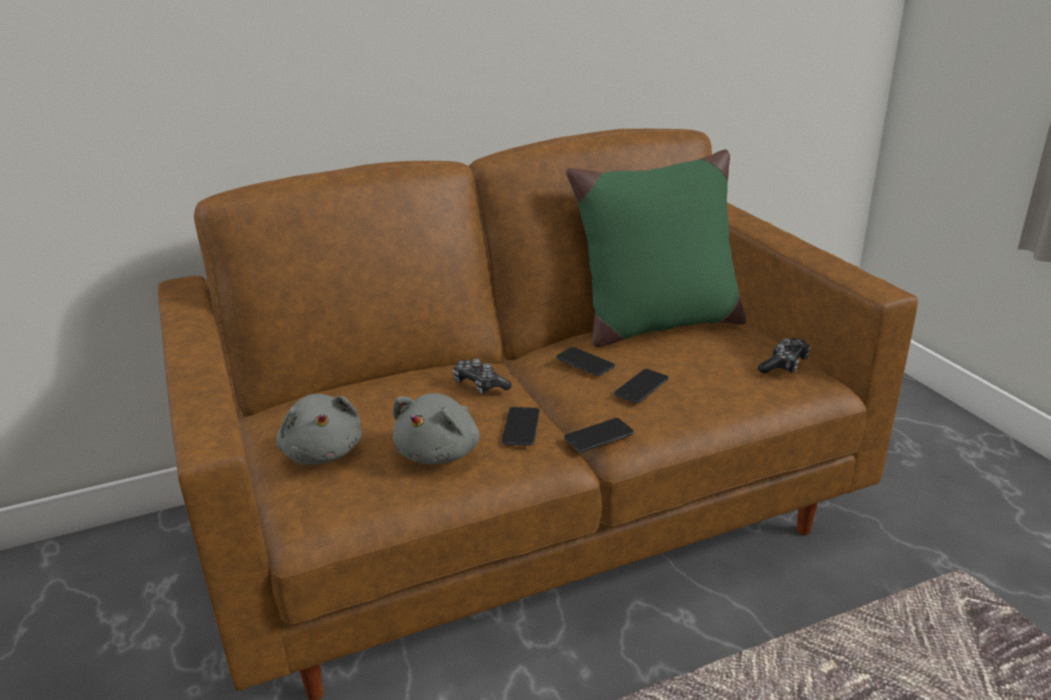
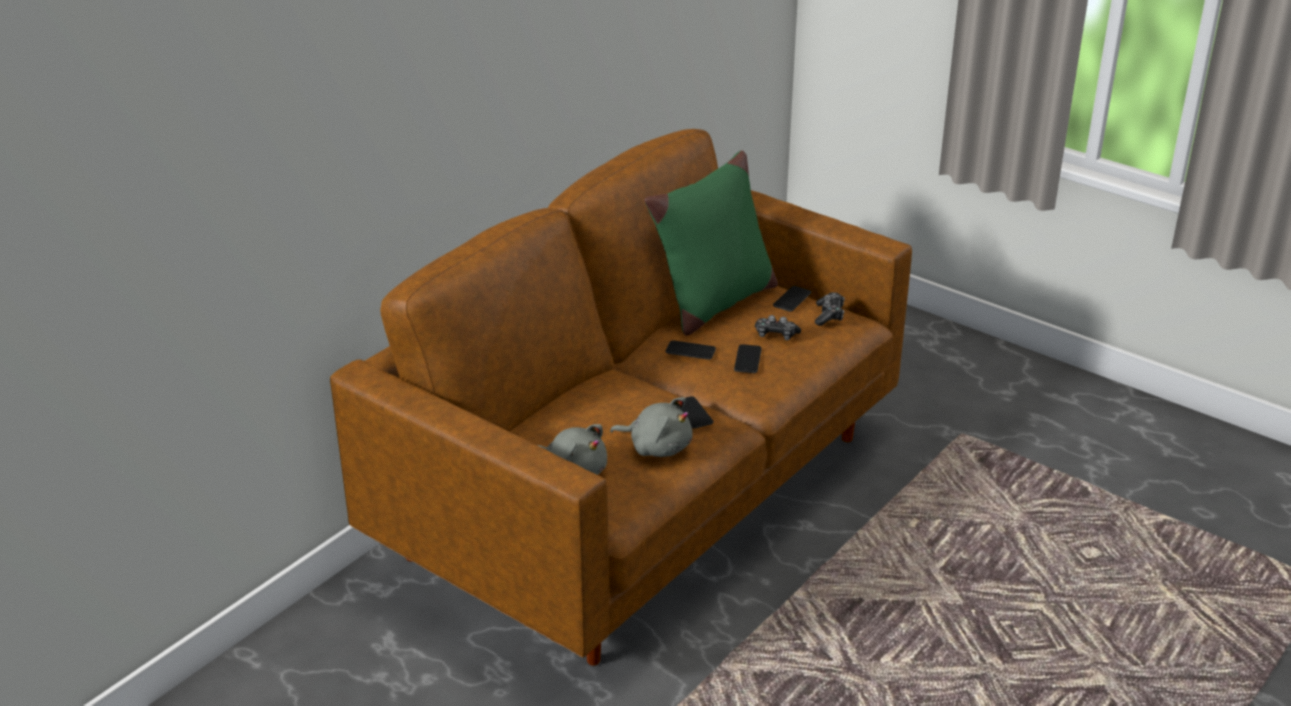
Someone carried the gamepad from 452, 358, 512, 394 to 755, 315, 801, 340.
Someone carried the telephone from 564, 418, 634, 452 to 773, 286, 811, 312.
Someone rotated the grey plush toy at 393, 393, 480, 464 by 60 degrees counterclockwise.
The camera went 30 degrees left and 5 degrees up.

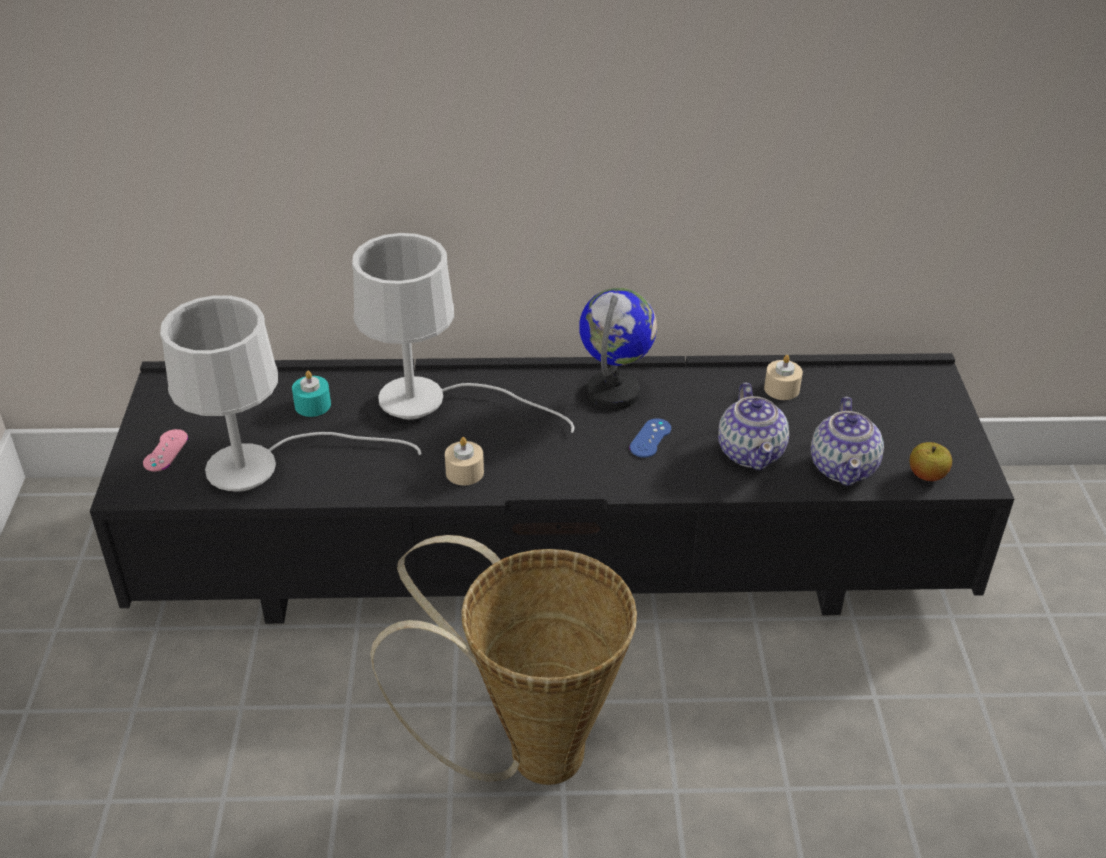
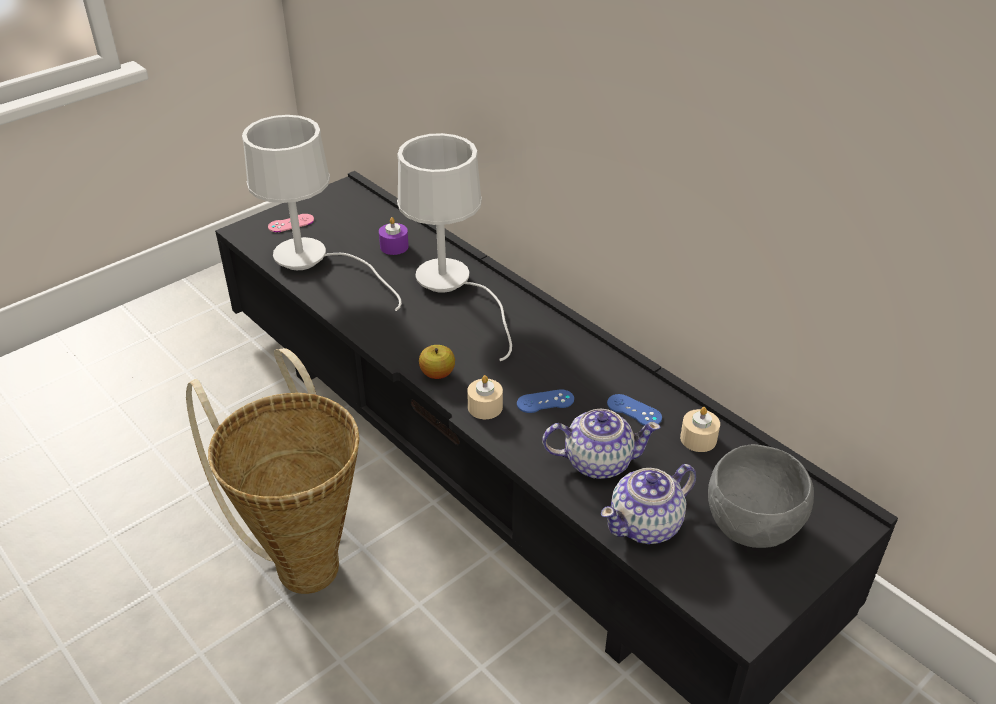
Someone took away the world globe at 579, 288, 657, 409.
Someone put down the blue-coloured gamepad at 607, 394, 662, 426.
Someone put down the grey deep dish at 708, 444, 814, 548.
Someone carried the beige-coloured wax candle from 445, 437, 484, 485 to 467, 375, 503, 419.
Someone carried the apple from 909, 442, 952, 481 to 419, 345, 455, 379.
Someone repainted the turquoise wax candle at 292, 371, 331, 417, which became the purple wax candle at 379, 217, 409, 255.
Someone rotated the teapot at 718, 383, 789, 470 by 135 degrees counterclockwise.
The camera went 50 degrees right and 0 degrees up.

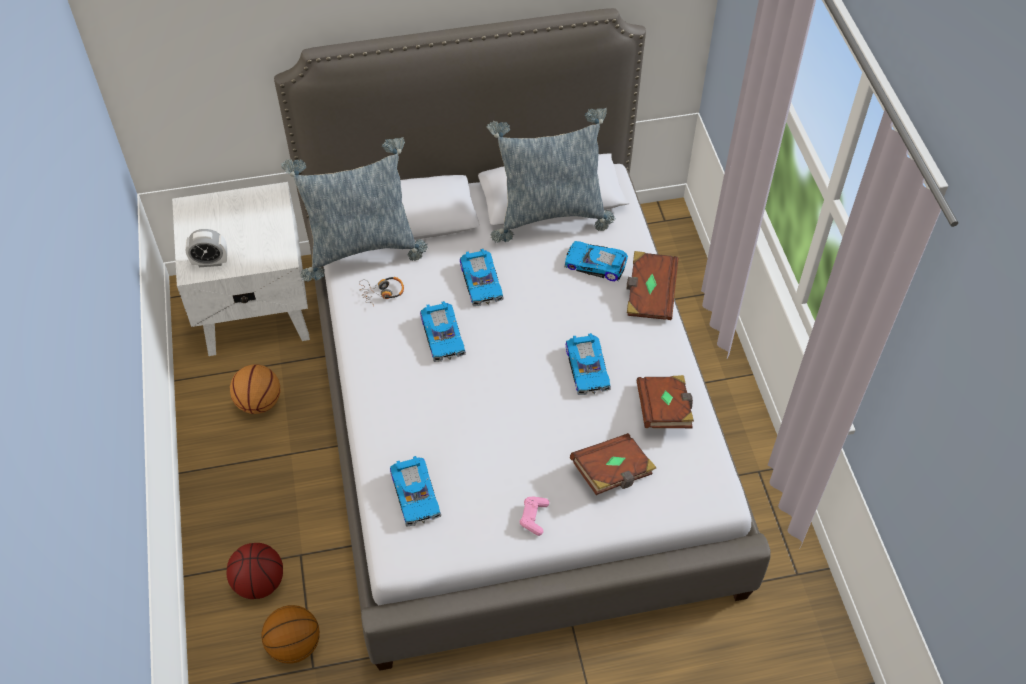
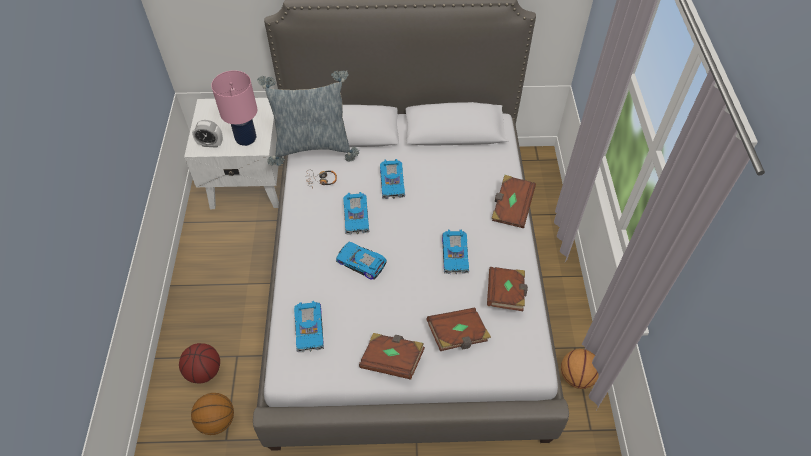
Someone took away the pillow at 487, 108, 615, 243.
Someone put down the pink tabletop lamp at 211, 70, 257, 146.
Someone carried the basketball ball from 230, 365, 280, 414 to 561, 349, 599, 389.
Someone carried the model car from 564, 241, 628, 281 to 336, 242, 387, 280.
Someone swapped the pink gamepad at 520, 497, 549, 536 for the brown bound book at 359, 333, 425, 380.
The camera went 10 degrees right and 0 degrees up.

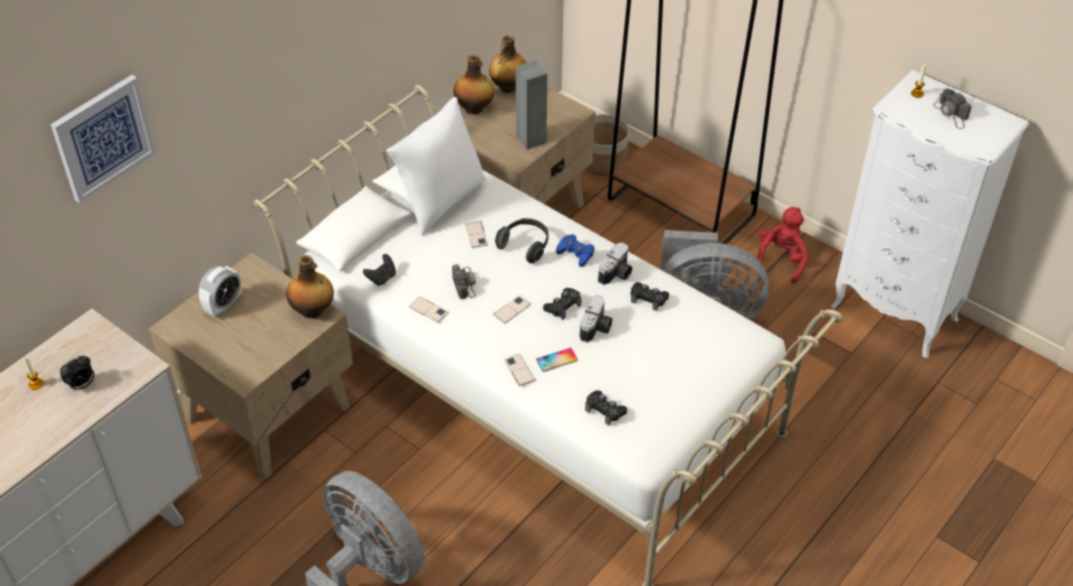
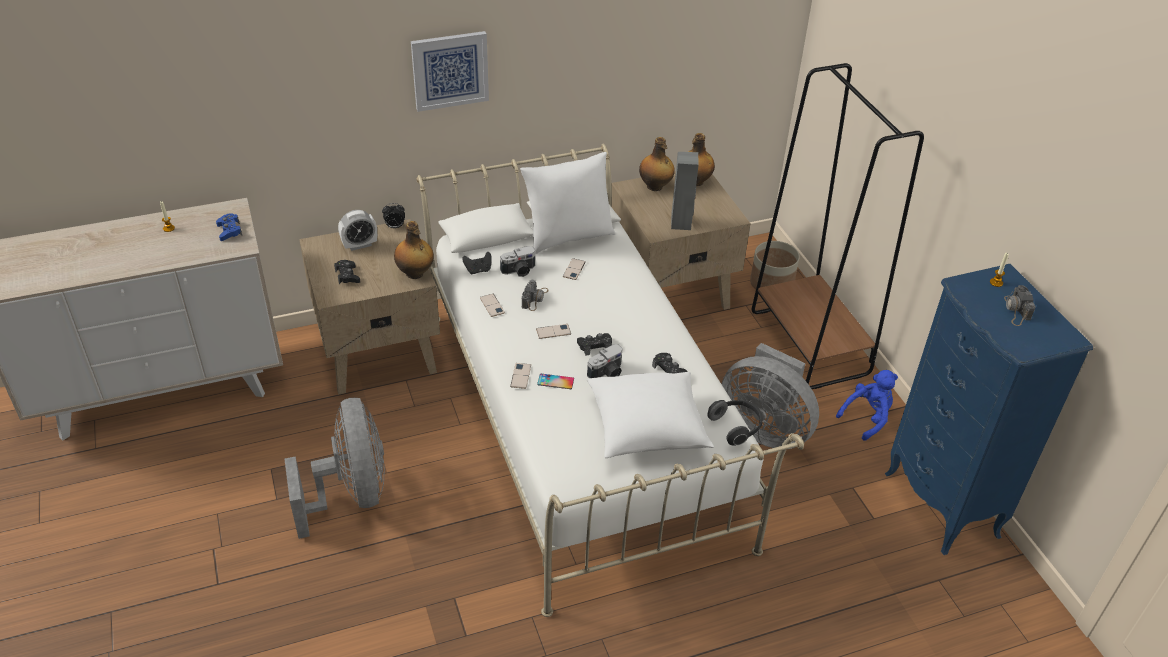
Someone put down the white-coloured pillow at 587, 372, 714, 458.
Someone carried the wall picture from 50, 75, 156, 203 to 411, 31, 489, 112.
Someone carried the alarm clock from 60, 356, 94, 391 to 382, 203, 405, 228.
Someone carried the pair of headphones from 495, 218, 548, 263 to 707, 400, 763, 446.
Someone carried the blue-coloured gamepad from 556, 234, 594, 267 to 216, 213, 242, 241.
Someone carried the blackish gamepad from 585, 390, 627, 425 to 334, 260, 360, 284.
Someone carried the still camera from 598, 242, 632, 285 to 500, 246, 535, 277.
Someone repainted the reddish plush toy at 755, 207, 808, 284, which became the blue-coloured plush toy at 836, 370, 898, 441.
Someone repainted the white-coloured drawer chest at 831, 70, 1029, 358, which became the blue-coloured drawer chest at 885, 264, 1093, 555.
The camera went 30 degrees right and 5 degrees down.

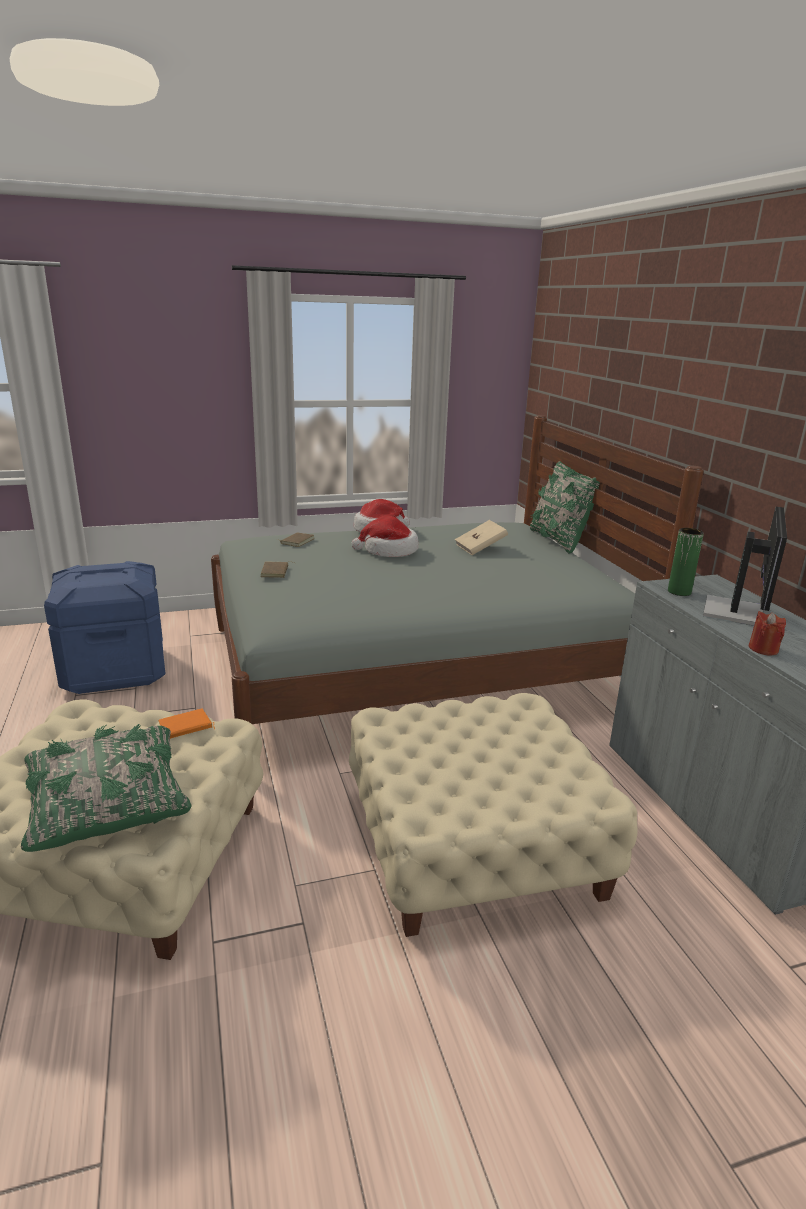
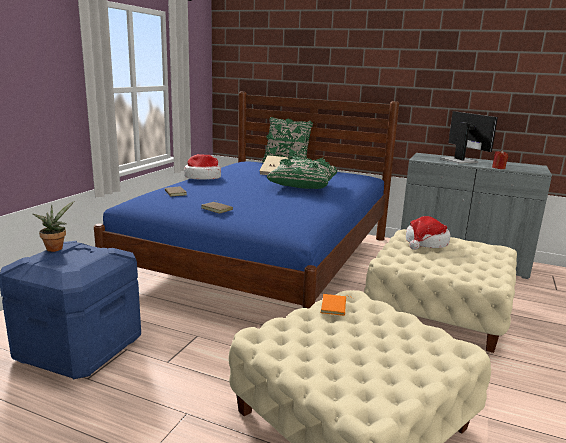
Someone took away the greenish flower vase at 668, 528, 704, 596.
Someone put down the houseplant at 33, 201, 74, 252.
Someone carried the greenish pillow from 21, 724, 192, 852 to 267, 155, 337, 189.
Someone carried the clothing hat from 351, 516, 419, 557 to 406, 216, 450, 250.
Someone repainted the grey bed at 211, 415, 704, 724, which became the blue-coloured bed at 94, 92, 399, 309.
The camera went 50 degrees left and 5 degrees down.

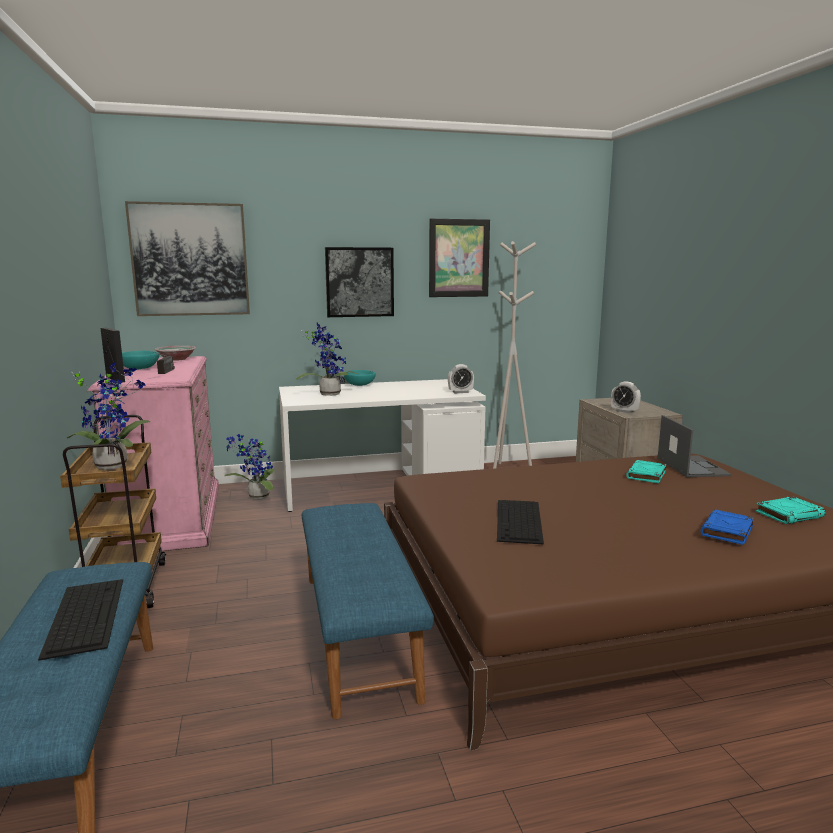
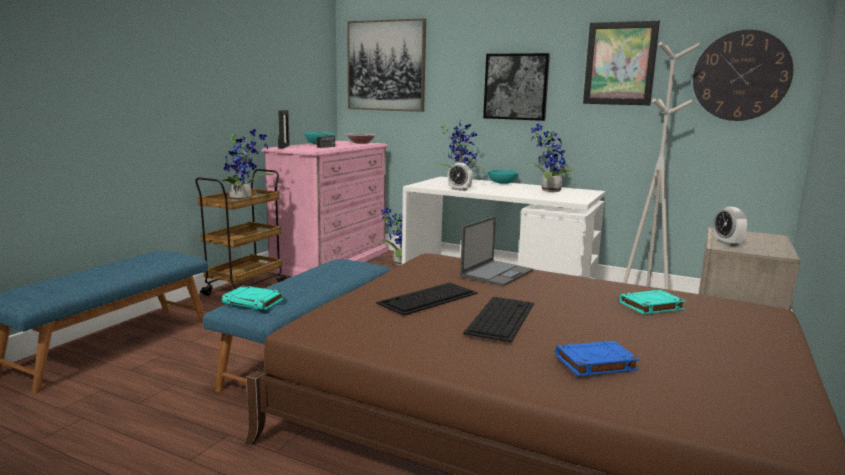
Someone put down the houseplant at 529, 123, 574, 192.
Someone put up the wall clock at 693, 30, 793, 121.
Someone carried the keyboard from 38, 579, 123, 661 to 463, 297, 534, 342.
Someone carried the alarm clock from 448, 364, 474, 393 to 448, 163, 473, 191.
Someone carried the laptop from 658, 415, 731, 477 to 460, 216, 533, 286.
Someone carried the turquoise bound book from 756, 496, 826, 524 to 221, 286, 284, 310.
The camera went 40 degrees right and 0 degrees up.

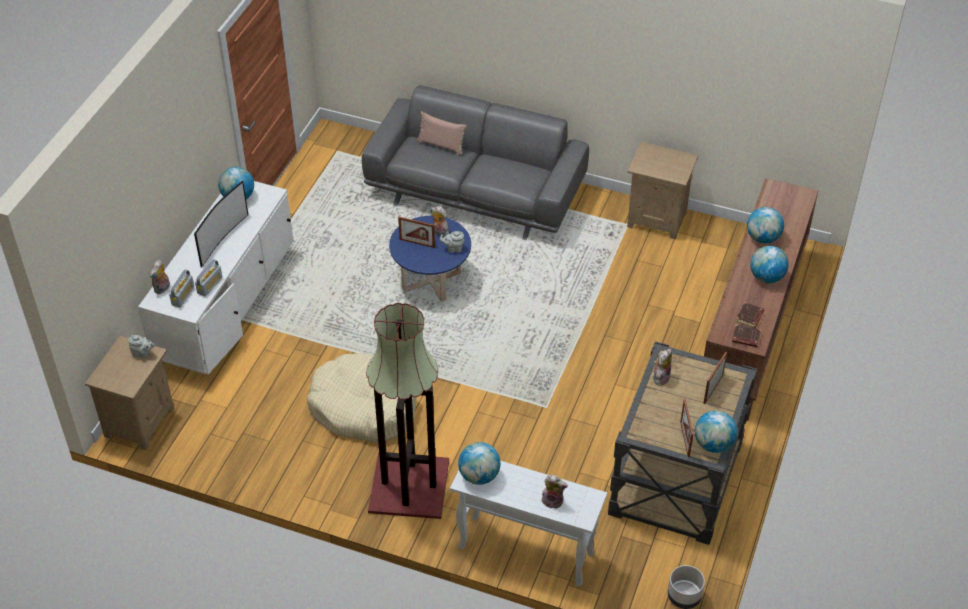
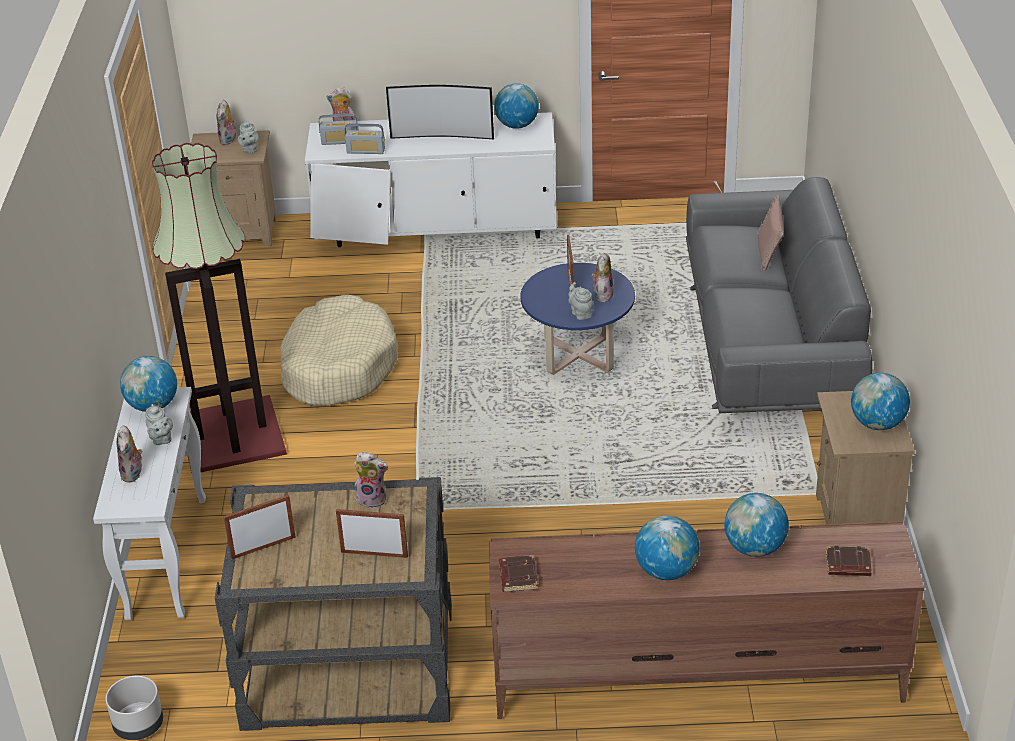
Someone put down the grey teapot at 145, 404, 173, 445.
Someone put down the plush toy at 216, 99, 236, 145.
Someone carried the world globe from 695, 410, 737, 453 to 851, 373, 910, 430.
Someone carried the brown bound book from 736, 302, 764, 328 to 826, 546, 872, 576.
The camera went 70 degrees right and 10 degrees down.

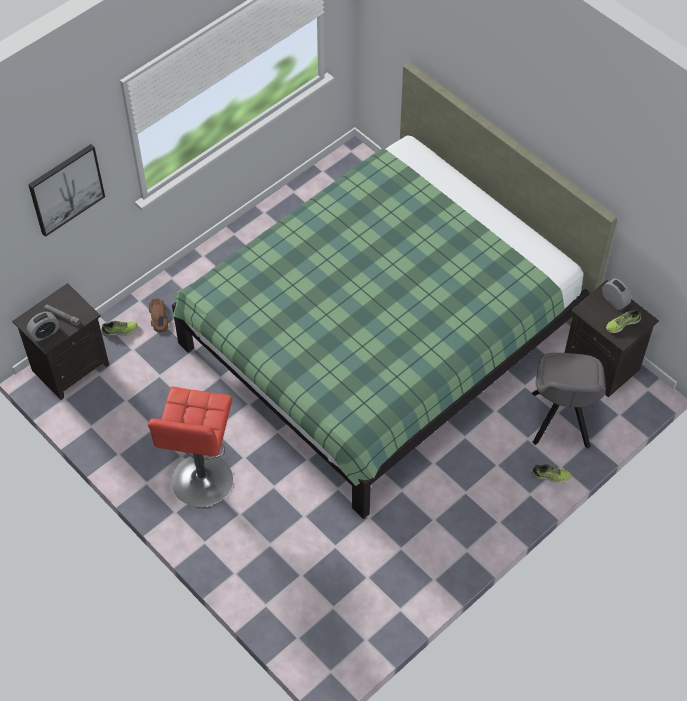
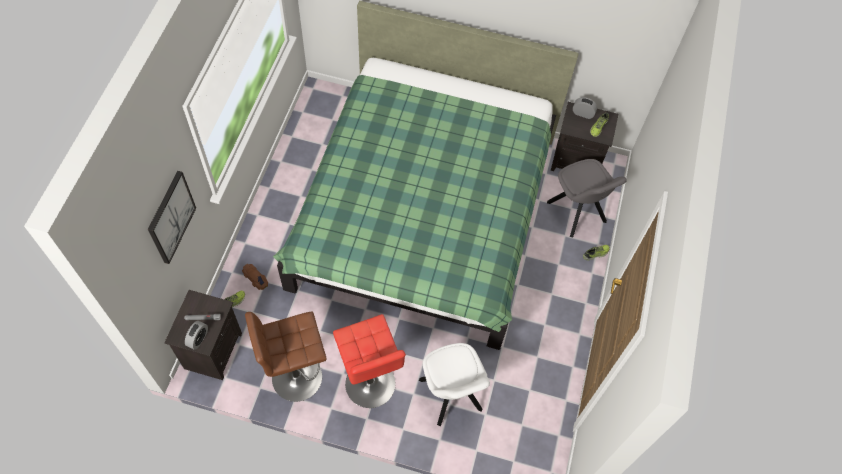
Someone put down the brown sitting stool at 245, 312, 326, 402.
Someone put down the white-coloured upright chair at 419, 343, 490, 426.
The camera went 35 degrees left and 5 degrees up.

